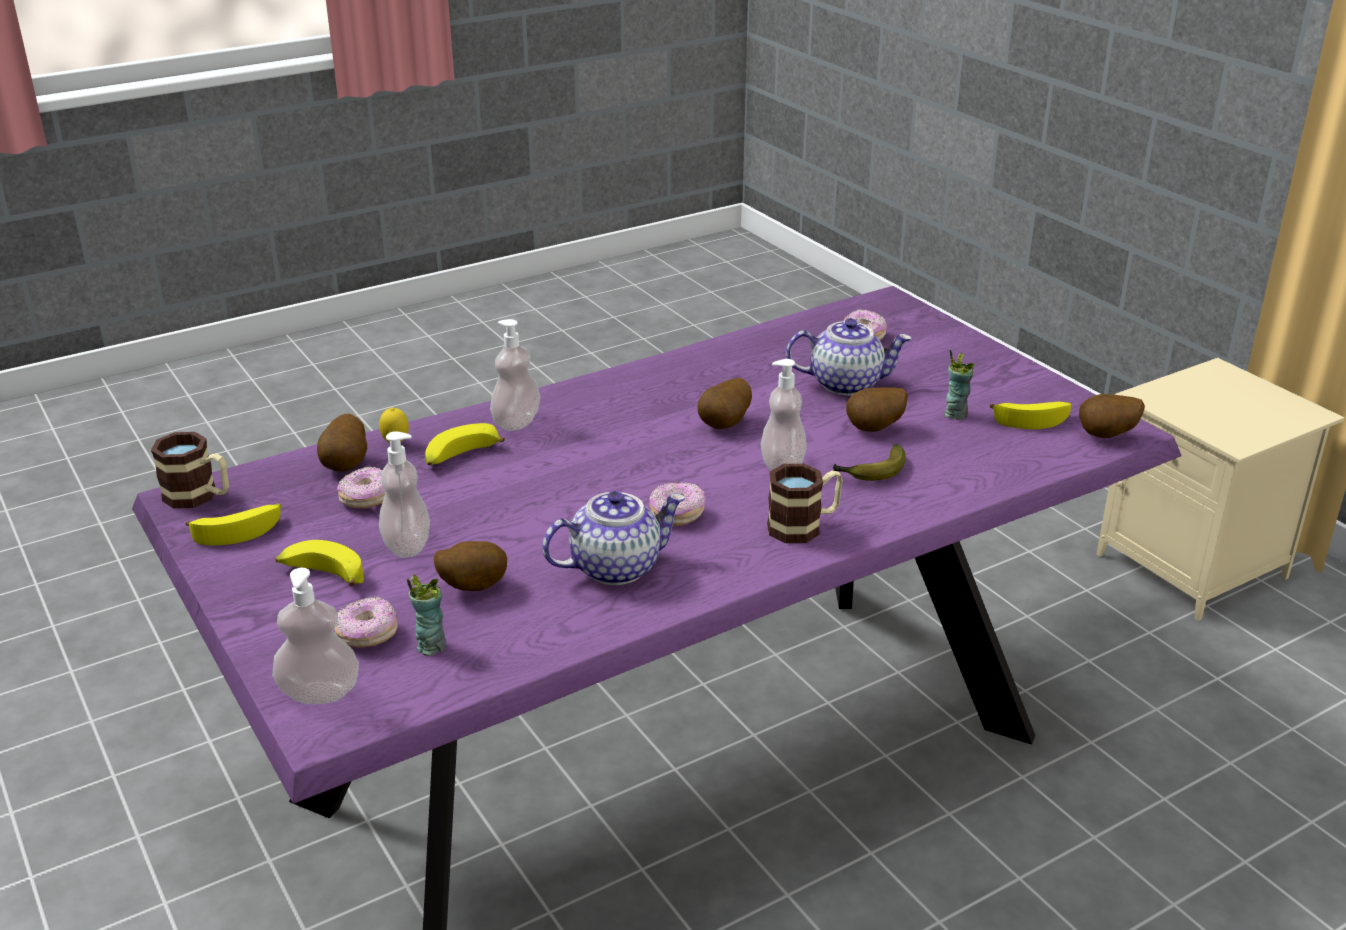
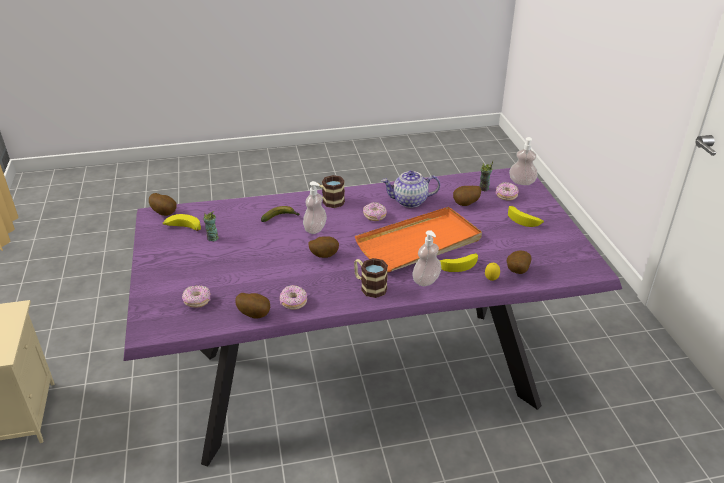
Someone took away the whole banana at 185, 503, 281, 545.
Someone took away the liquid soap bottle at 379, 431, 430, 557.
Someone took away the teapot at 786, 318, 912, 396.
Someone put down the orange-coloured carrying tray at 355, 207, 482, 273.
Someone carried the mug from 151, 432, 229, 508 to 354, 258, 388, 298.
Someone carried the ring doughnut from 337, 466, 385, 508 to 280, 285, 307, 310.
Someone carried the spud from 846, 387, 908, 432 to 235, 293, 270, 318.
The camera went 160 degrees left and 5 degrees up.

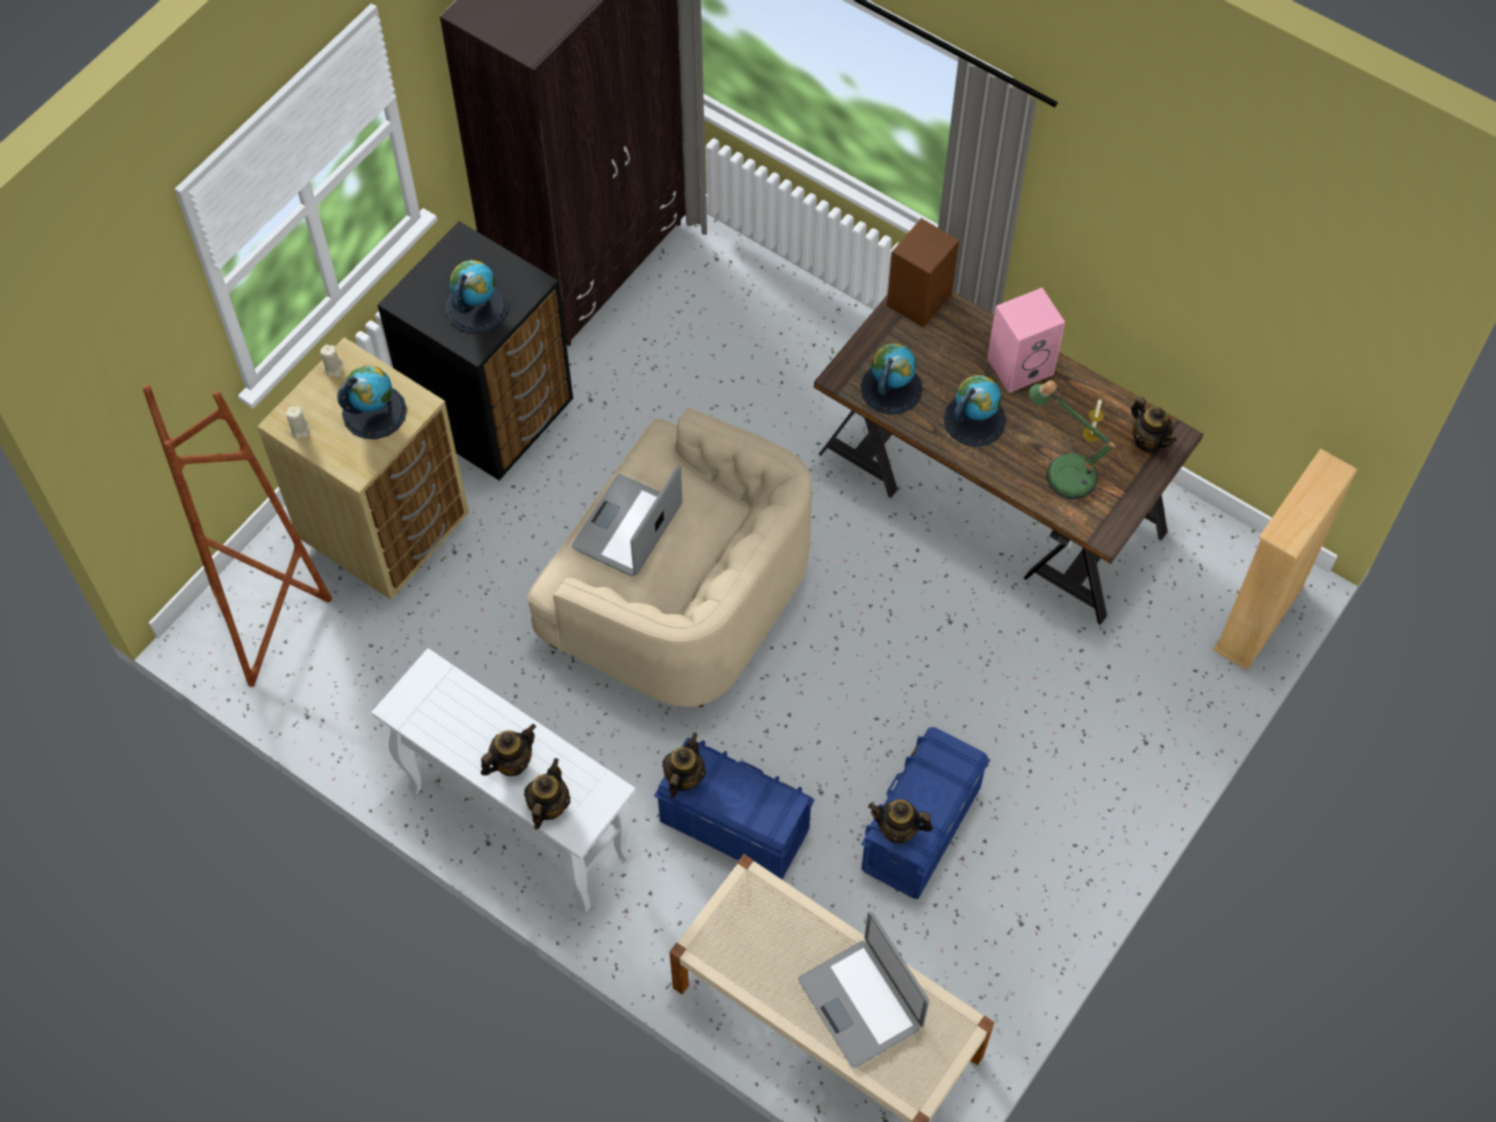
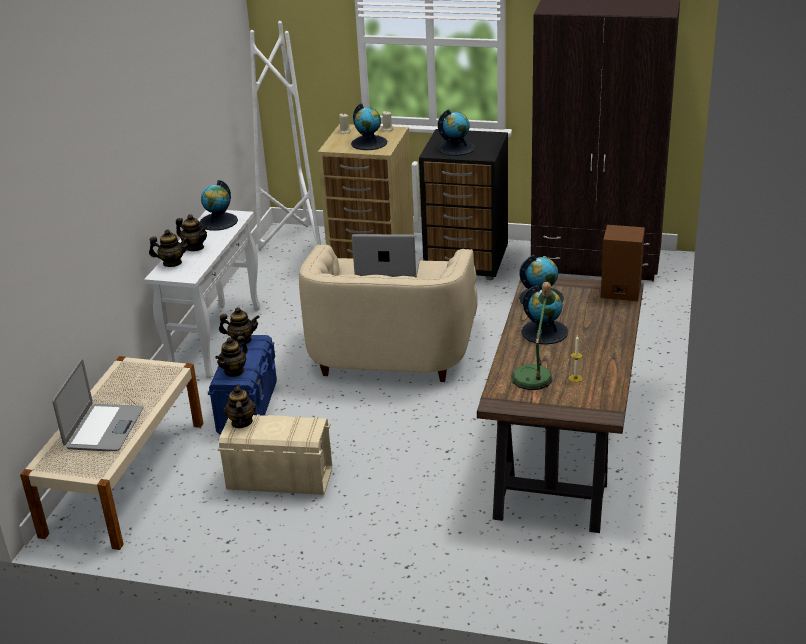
Someone took away the pink audio speaker at 987, 288, 1065, 393.
Someone took away the beige-coloured shelving unit at 1213, 449, 1358, 670.
Someone put down the world globe at 199, 180, 238, 231.
Someone carried the teapot from 1131, 397, 1176, 452 to 215, 336, 248, 377.
Someone repainted the brown garment stand at 143, 385, 332, 687, which became the white-coloured garment stand at 250, 21, 321, 250.
Someone repainted the blue-coloured storage box at 861, 727, 990, 899, which became the beige-coloured storage box at 217, 414, 332, 495.
Someone rotated the laptop at 798, 912, 929, 1068 by 150 degrees clockwise.
The camera went 70 degrees right and 30 degrees down.

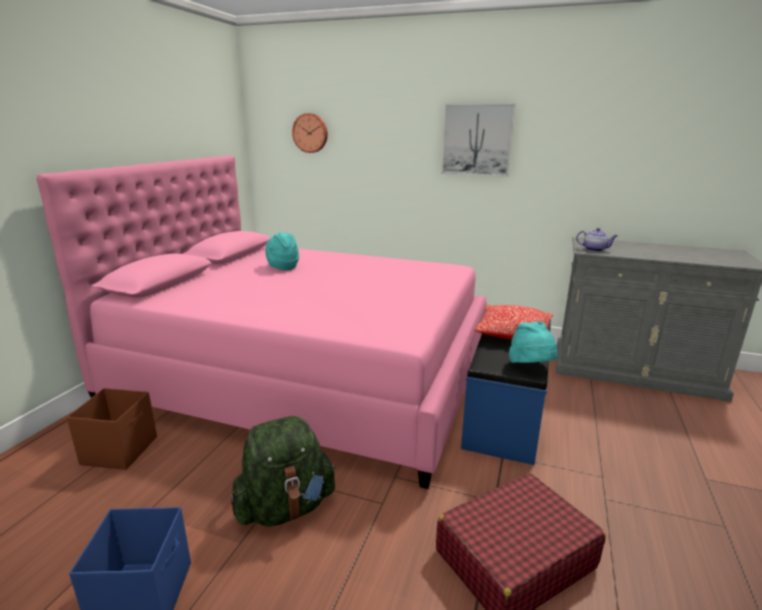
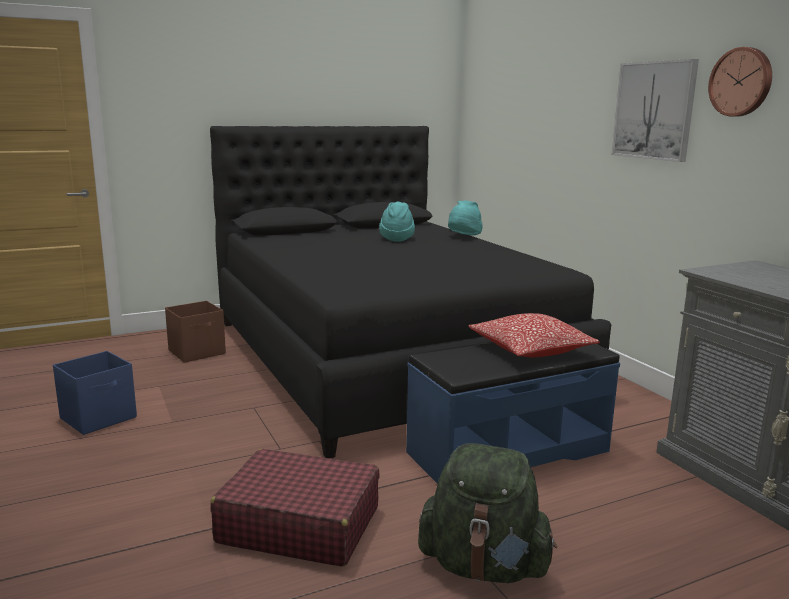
Someone took away the teapot at 576, 228, 618, 252.
Someone carried the greenish backpack from 231, 416, 336, 527 to 418, 443, 557, 583.
Someone carried the wall clock from 292, 113, 328, 153 to 708, 47, 772, 117.
Someone carried the turquoise clothing hat from 509, 321, 558, 363 to 448, 200, 483, 235.
Someone repainted the pink bed at 37, 155, 486, 489, which became the blackish bed at 210, 126, 611, 458.
The camera went 45 degrees right and 5 degrees down.

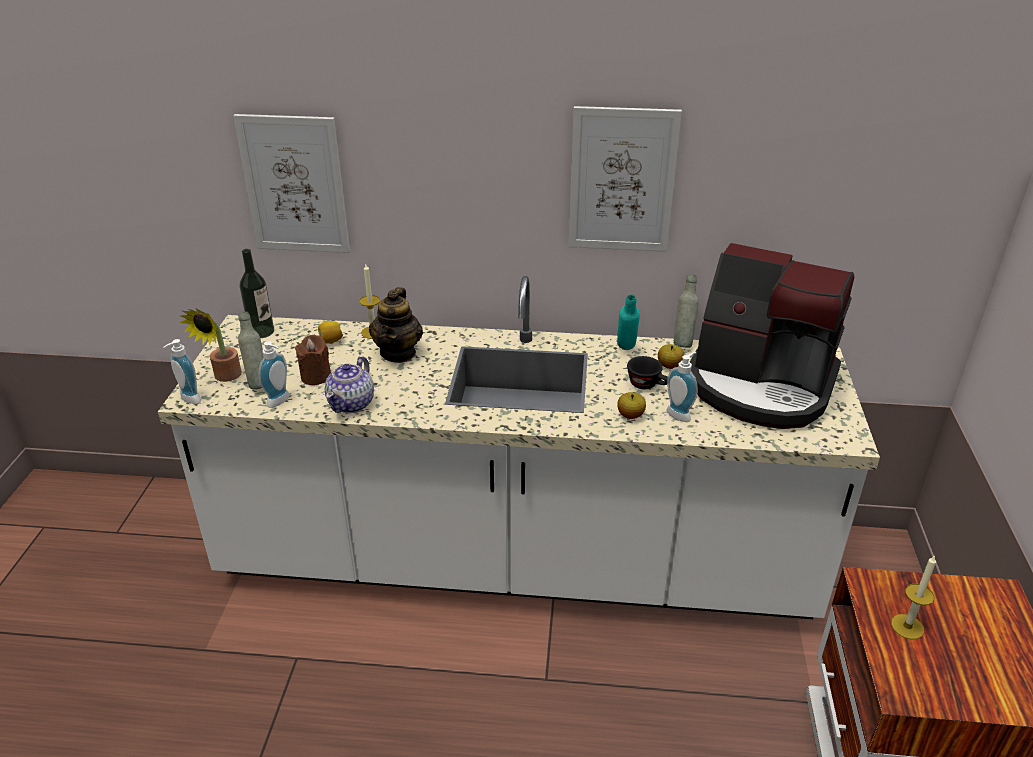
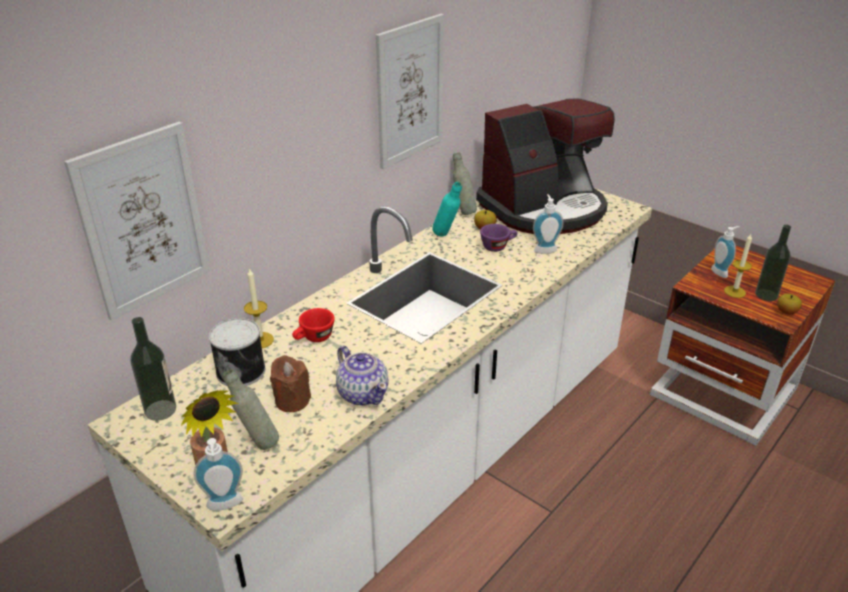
Someone put down the bottle at 755, 224, 791, 301.
Someone carried the liquid soap bottle from 259, 341, 290, 408 to 711, 226, 740, 278.
Someone carried the apple from 617, 392, 646, 419 to 777, 294, 802, 315.
Someone swapped the whole lemon at 318, 321, 343, 344 for the can at 209, 318, 265, 386.
Someone swapped the teapot at 369, 287, 423, 363 for the reddish small cup at 292, 308, 335, 342.
Someone repainted the blackish small cup at 627, 356, 668, 389, which became the purple small cup at 480, 224, 517, 252.
The camera went 55 degrees left and 0 degrees up.

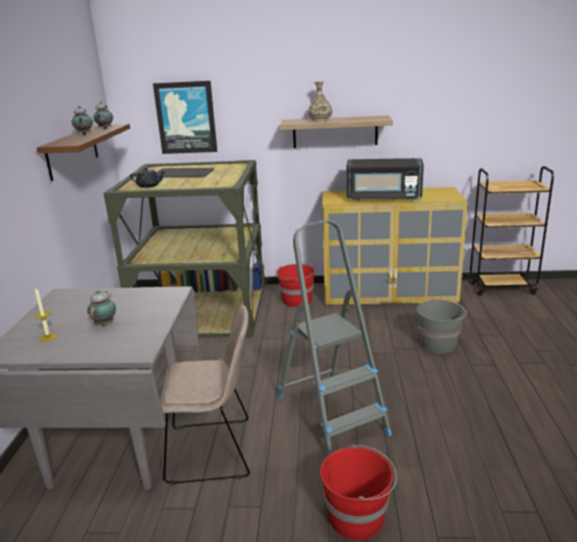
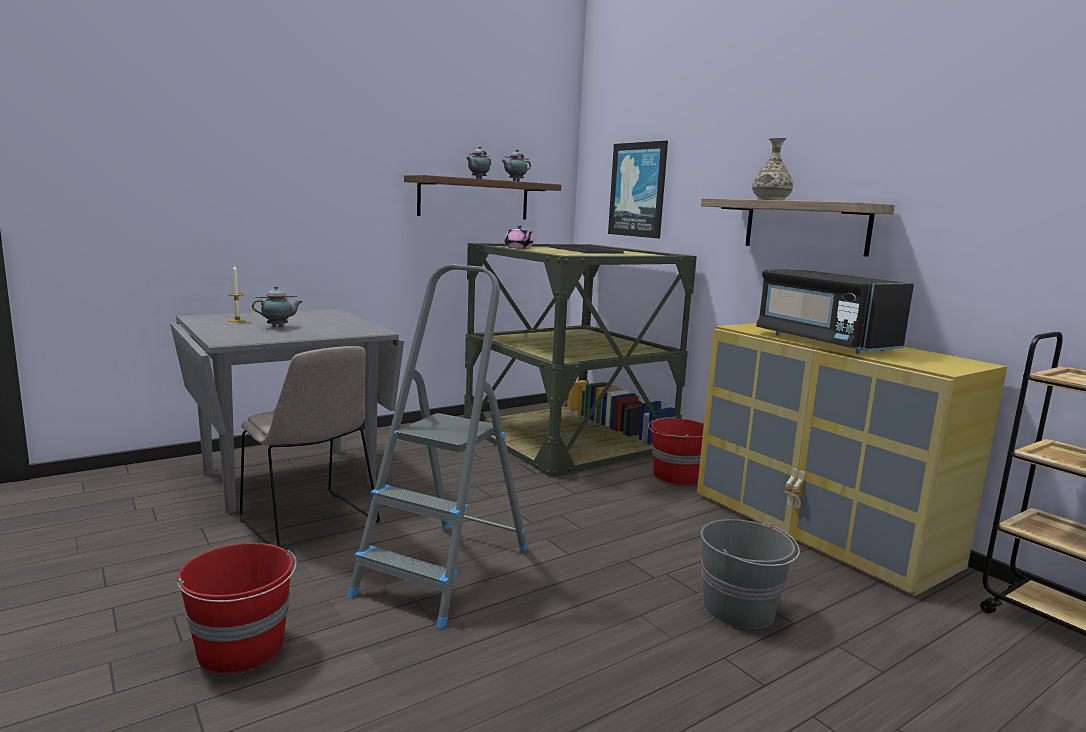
Someone repainted the blackish teapot at 130, 168, 166, 188, which became the pink teapot at 504, 225, 533, 249.
The camera went 50 degrees right and 10 degrees down.

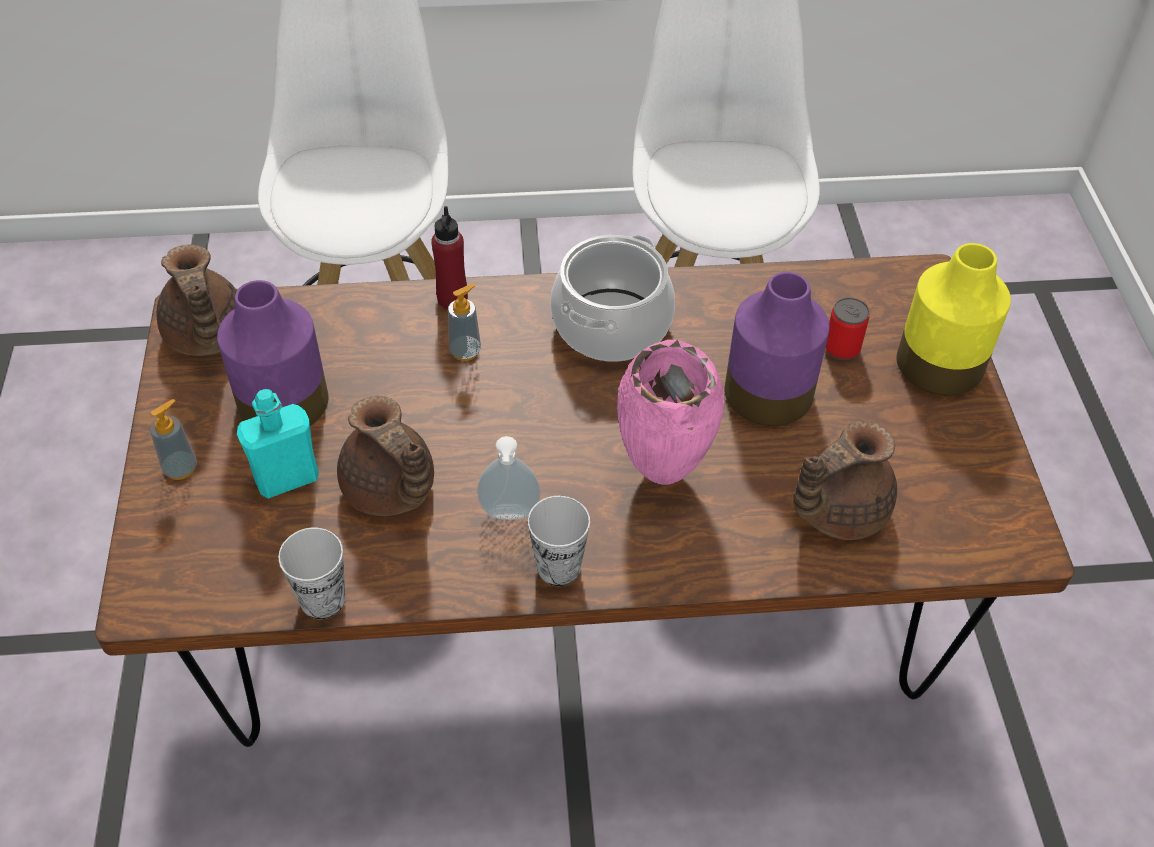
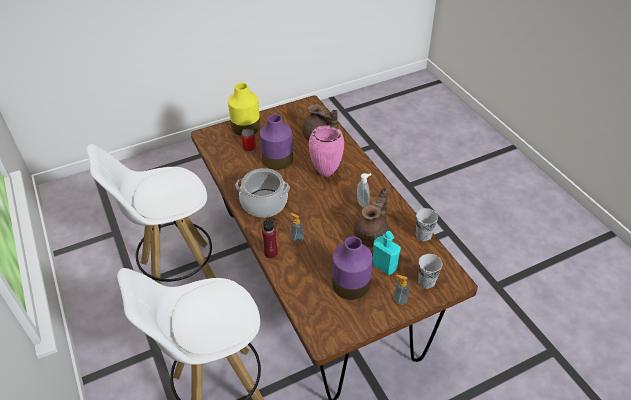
Someone took away the brown teapot at 156, 245, 237, 356.
Someone carried the small cup from 528, 496, 590, 586 to 418, 254, 442, 289.
The camera went 110 degrees left and 5 degrees down.

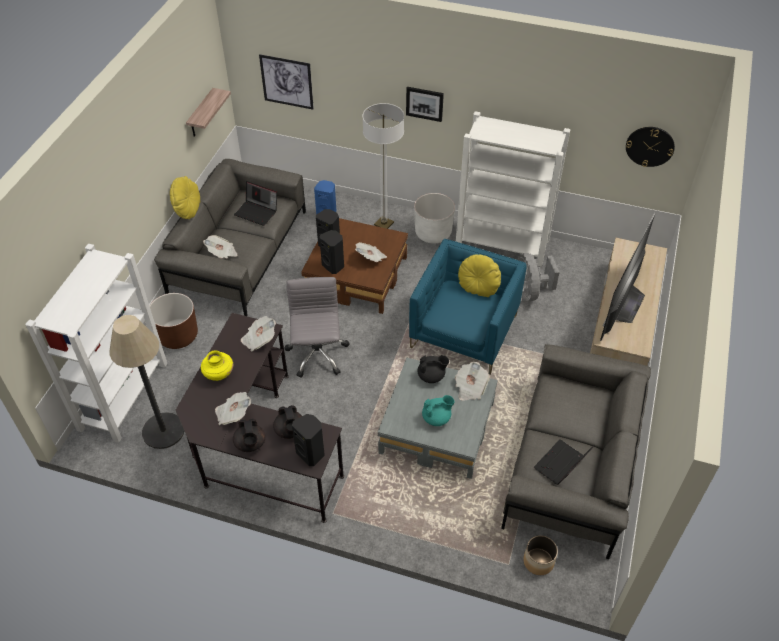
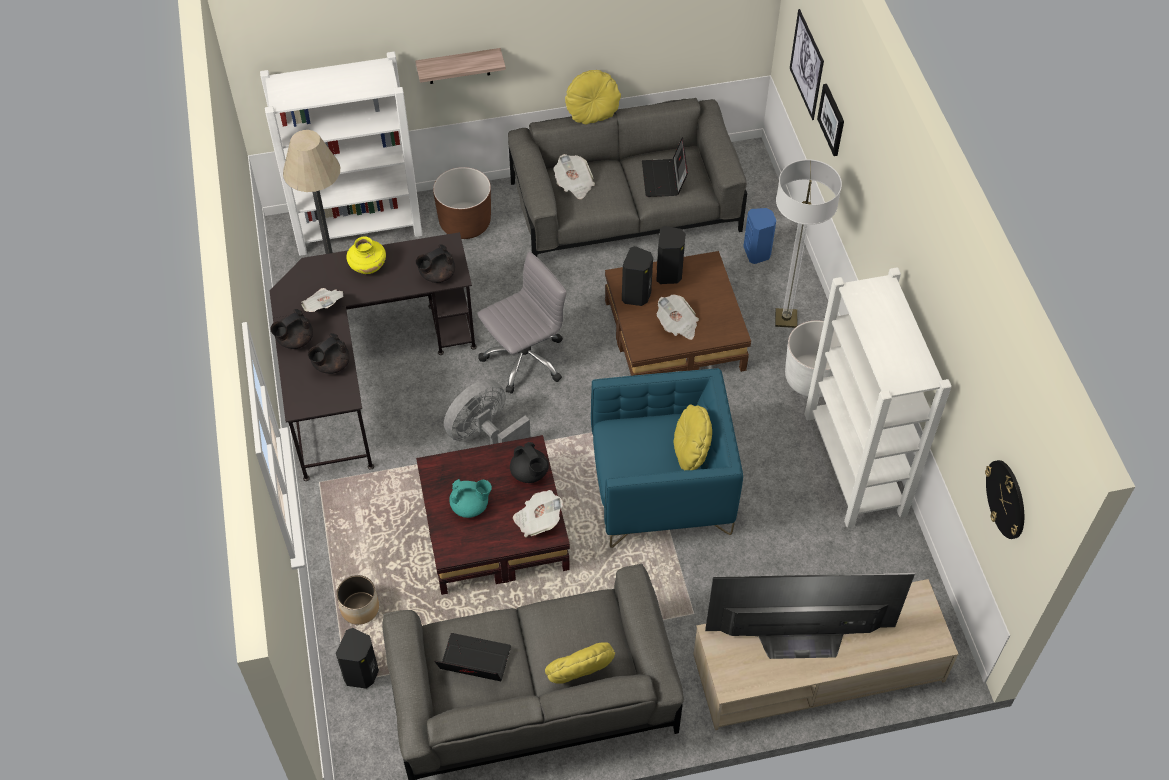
Someone put down the yellow-coloured pillow at 545, 642, 615, 684.
Someone carried the wall shelf from 186, 88, 231, 137 to 415, 48, 506, 84.
Someone carried the blackish audio speaker from 292, 414, 325, 466 to 336, 628, 379, 689.
Someone carried the wall picture from 406, 87, 444, 122 to 817, 84, 844, 156.
Someone carried the grey fan from 518, 253, 560, 301 to 444, 379, 531, 445.
Someone carried the planter from 523, 535, 558, 575 to 336, 575, 379, 625.
Someone swapped the daily paper at 241, 316, 276, 351 for the blackish teapot at 415, 244, 455, 283.
Someone repainted the grey coffee table at 378, 358, 498, 479, which became the brown coffee table at 416, 435, 570, 595.
Someone rotated the turquoise teapot at 422, 395, 454, 426 by 45 degrees counterclockwise.
The camera went 60 degrees right and 5 degrees up.

